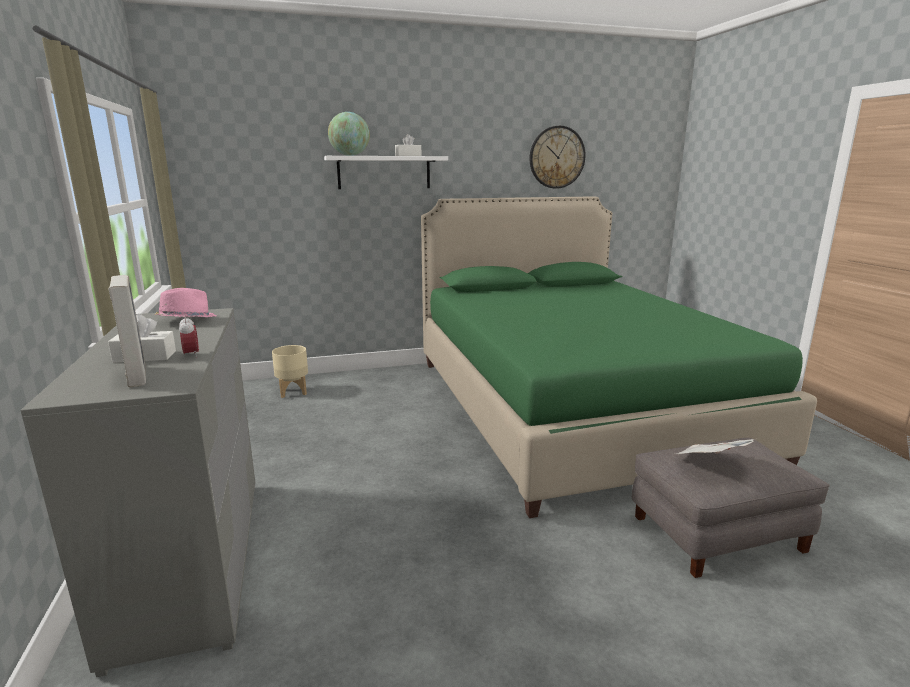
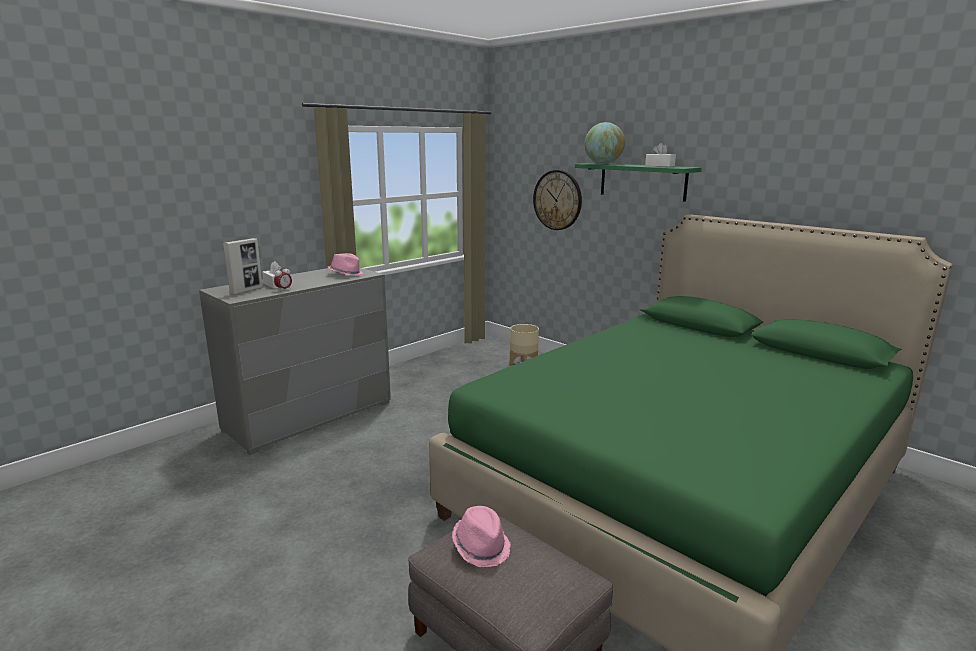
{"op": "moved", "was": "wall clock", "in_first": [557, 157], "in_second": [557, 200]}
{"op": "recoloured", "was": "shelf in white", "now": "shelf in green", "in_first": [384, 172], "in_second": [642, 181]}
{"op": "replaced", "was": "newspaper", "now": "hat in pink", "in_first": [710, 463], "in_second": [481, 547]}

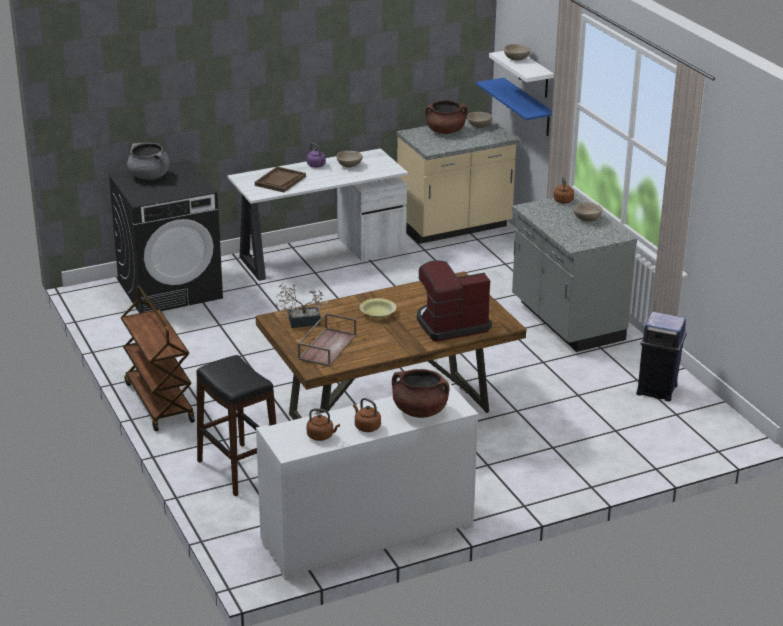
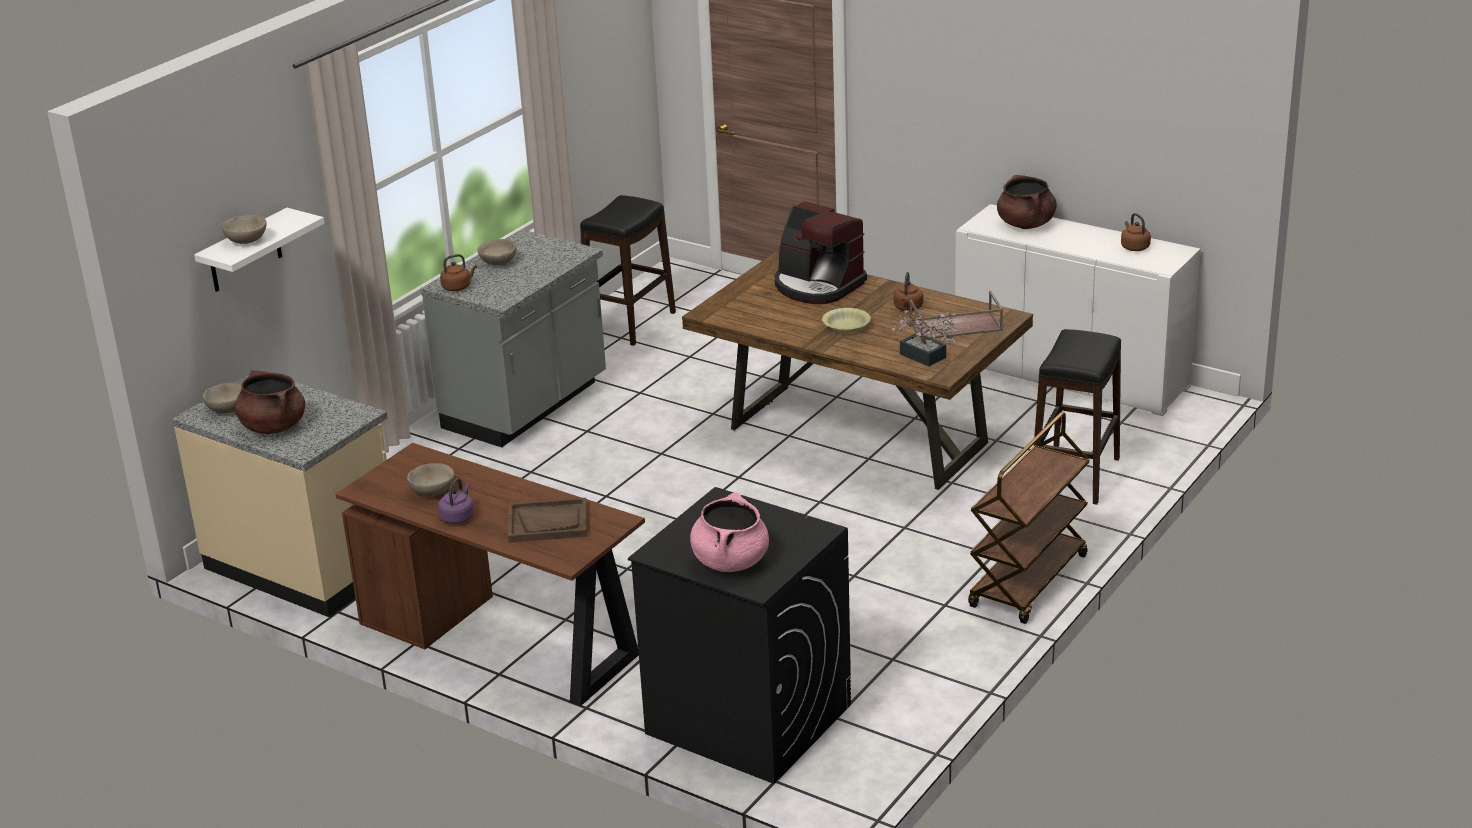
{"op": "removed", "was": "shelf in blue", "in_first": [528, 107]}
{"op": "recoloured", "was": "cooking pot in grey", "now": "cooking pot in pink", "in_first": [149, 176], "in_second": [730, 561]}
{"op": "recoloured", "was": "desk in white", "now": "desk in brown", "in_first": [319, 254], "in_second": [502, 640]}
{"op": "replaced", "was": "trash can in blue", "now": "stool in black", "in_first": [657, 390], "in_second": [630, 323]}
{"op": "moved", "was": "kettle in brown", "in_first": [366, 427], "in_second": [908, 308]}

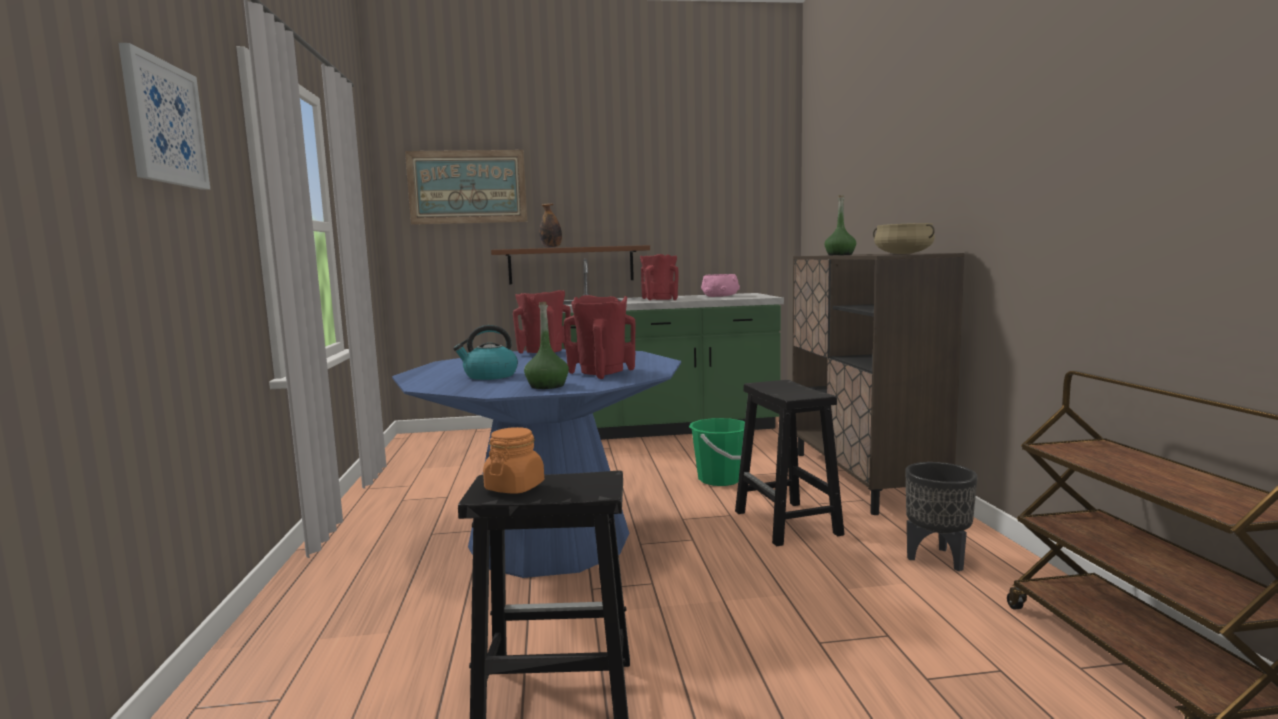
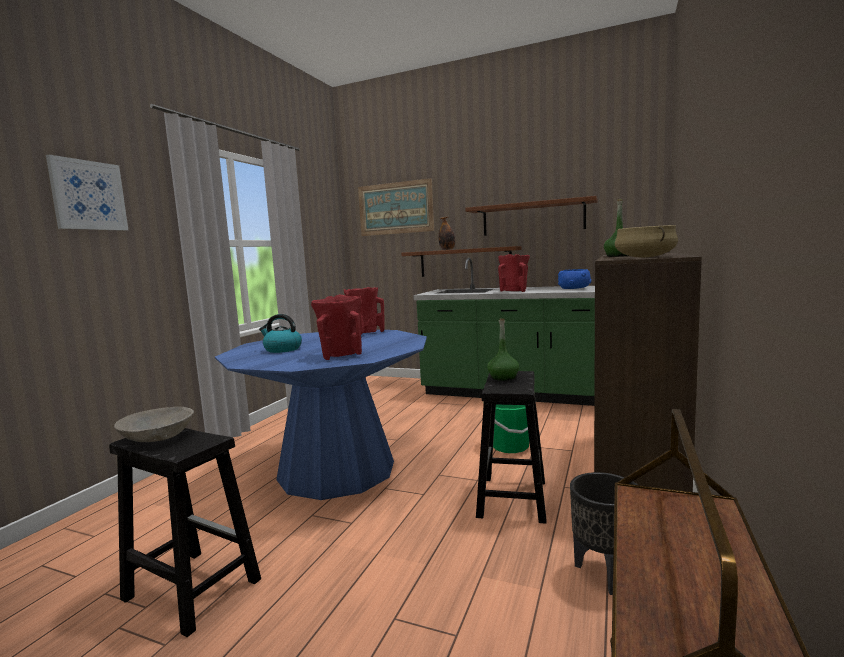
{"op": "recoloured", "was": "bowl in pink", "now": "bowl in blue", "in_first": [720, 296], "in_second": [574, 288]}
{"op": "moved", "was": "bottle in green", "in_first": [547, 386], "in_second": [503, 377]}
{"op": "replaced", "was": "jar in orange", "now": "bowl in grey", "in_first": [515, 487], "in_second": [157, 437]}
{"op": "added", "now": "shelf in brown", "in_second": [532, 218]}

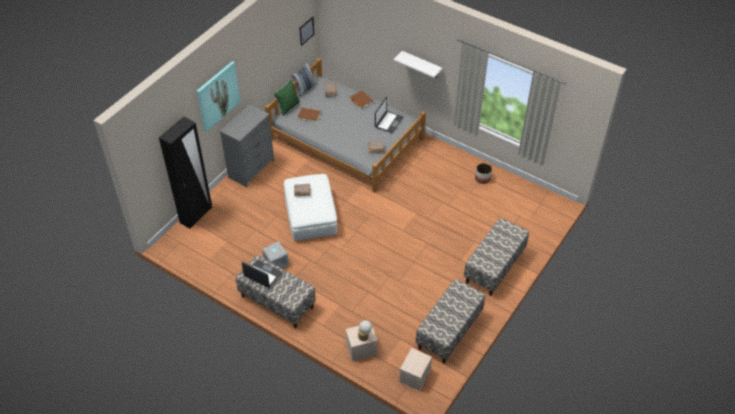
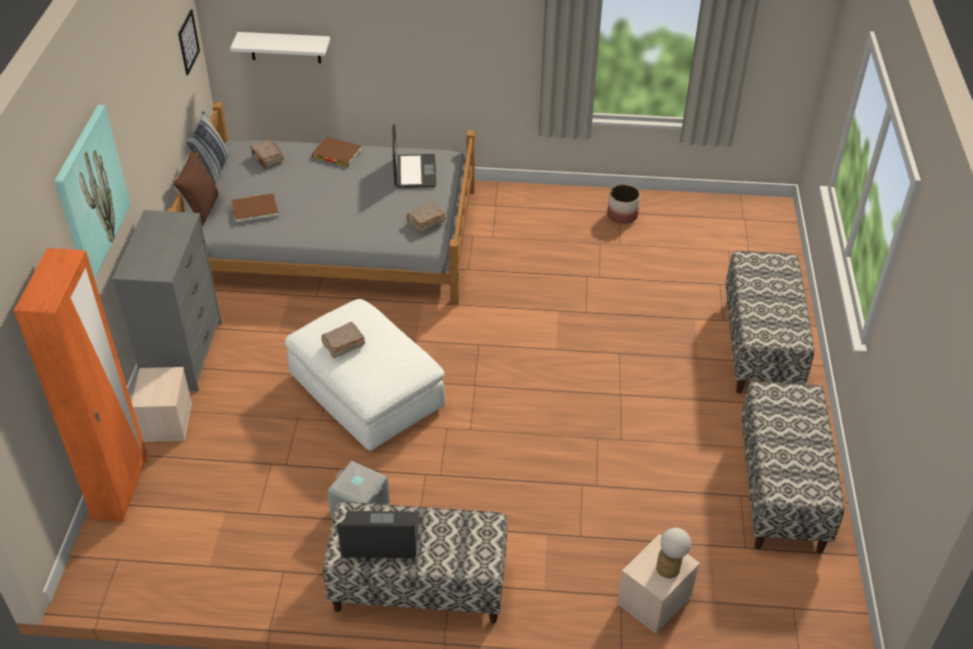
{"op": "moved", "was": "shelf in white", "in_first": [421, 65], "in_second": [285, 47]}
{"op": "recoloured", "was": "pillow in green", "now": "pillow in brown", "in_first": [287, 107], "in_second": [200, 210]}
{"op": "recoloured", "was": "wardrobe in black", "now": "wardrobe in orange", "in_first": [196, 215], "in_second": [121, 488]}
{"op": "moved", "was": "storage box in beige", "in_first": [414, 375], "in_second": [166, 420]}

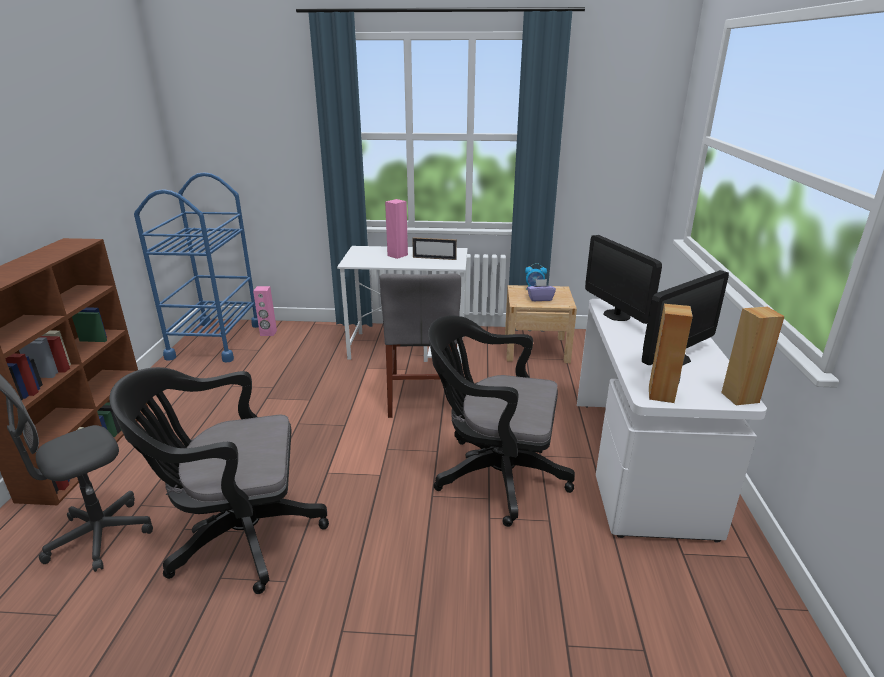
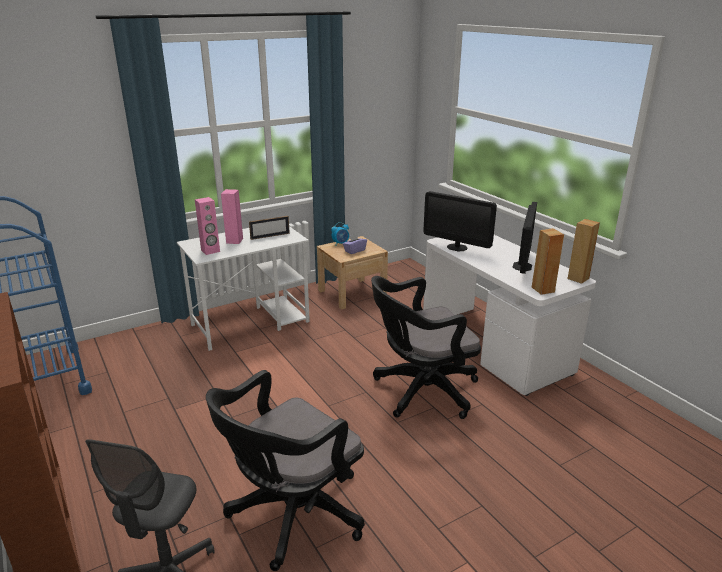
{"op": "removed", "was": "chair in grey", "in_first": [422, 396]}
{"op": "moved", "was": "speaker in pink", "in_first": [268, 333], "in_second": [210, 251]}

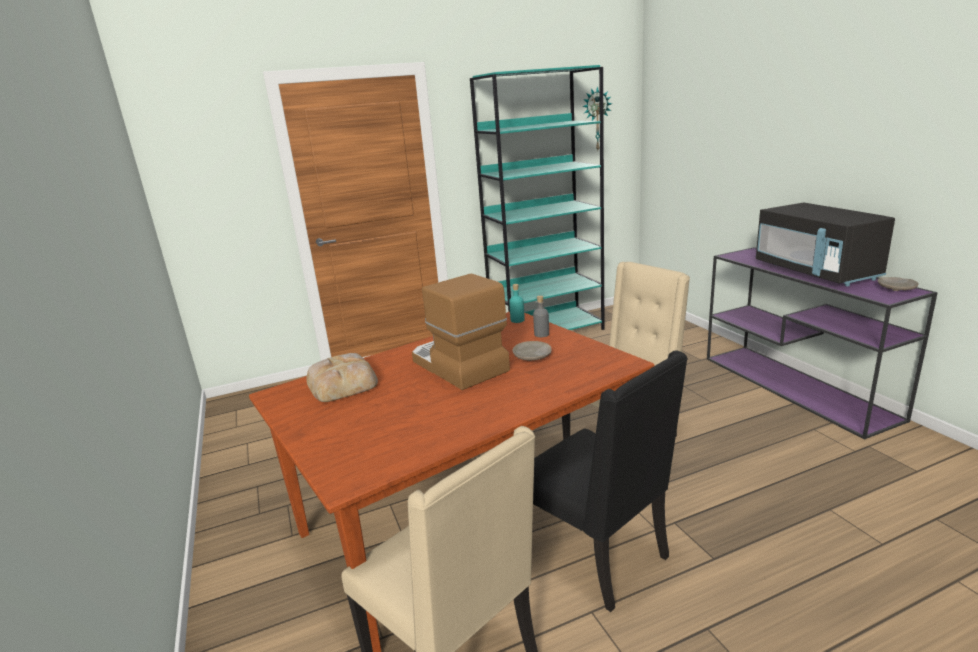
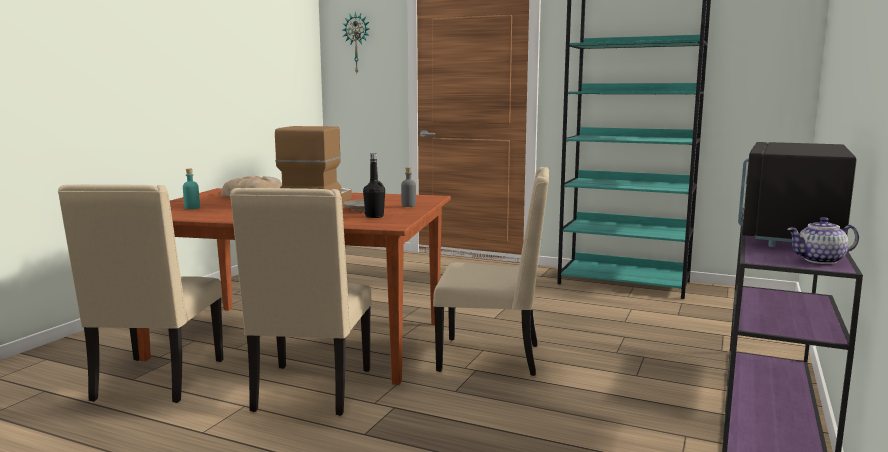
{"op": "moved", "was": "wall clock", "in_first": [596, 119], "in_second": [357, 43]}
{"op": "replaced", "was": "plate in beige", "now": "teapot", "in_first": [896, 288], "in_second": [820, 260]}
{"op": "moved", "was": "bottle in turquoise", "in_first": [517, 320], "in_second": [192, 208]}
{"op": "recoloured", "was": "chair in black", "now": "chair in beige", "in_first": [597, 556], "in_second": [311, 391]}
{"op": "added", "now": "bottle in black", "in_second": [374, 216]}

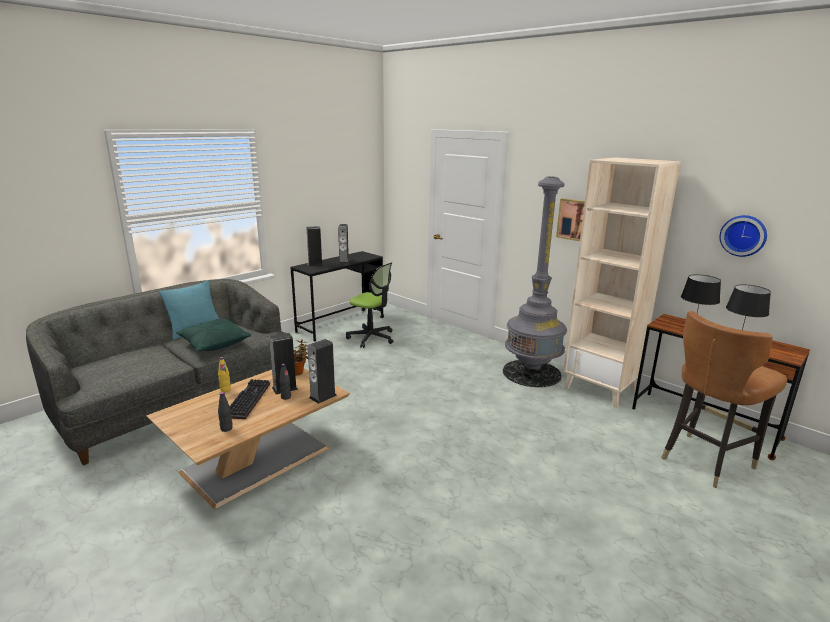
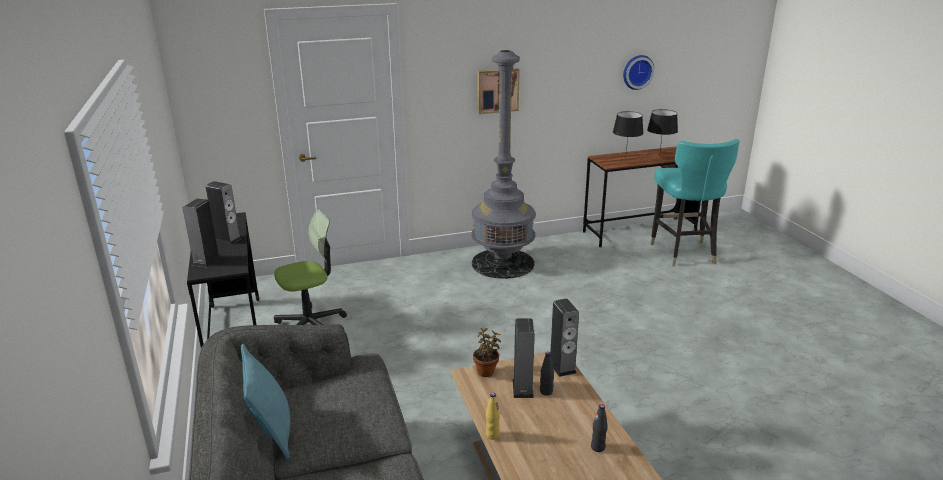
{"op": "removed", "was": "bookcase in beige", "in_first": [600, 389]}
{"op": "recoloured", "was": "chair in brown", "now": "chair in turquoise", "in_first": [705, 460], "in_second": [683, 253]}
{"op": "removed", "was": "pillow in green", "in_first": [214, 344]}
{"op": "removed", "was": "keyboard", "in_first": [247, 399]}

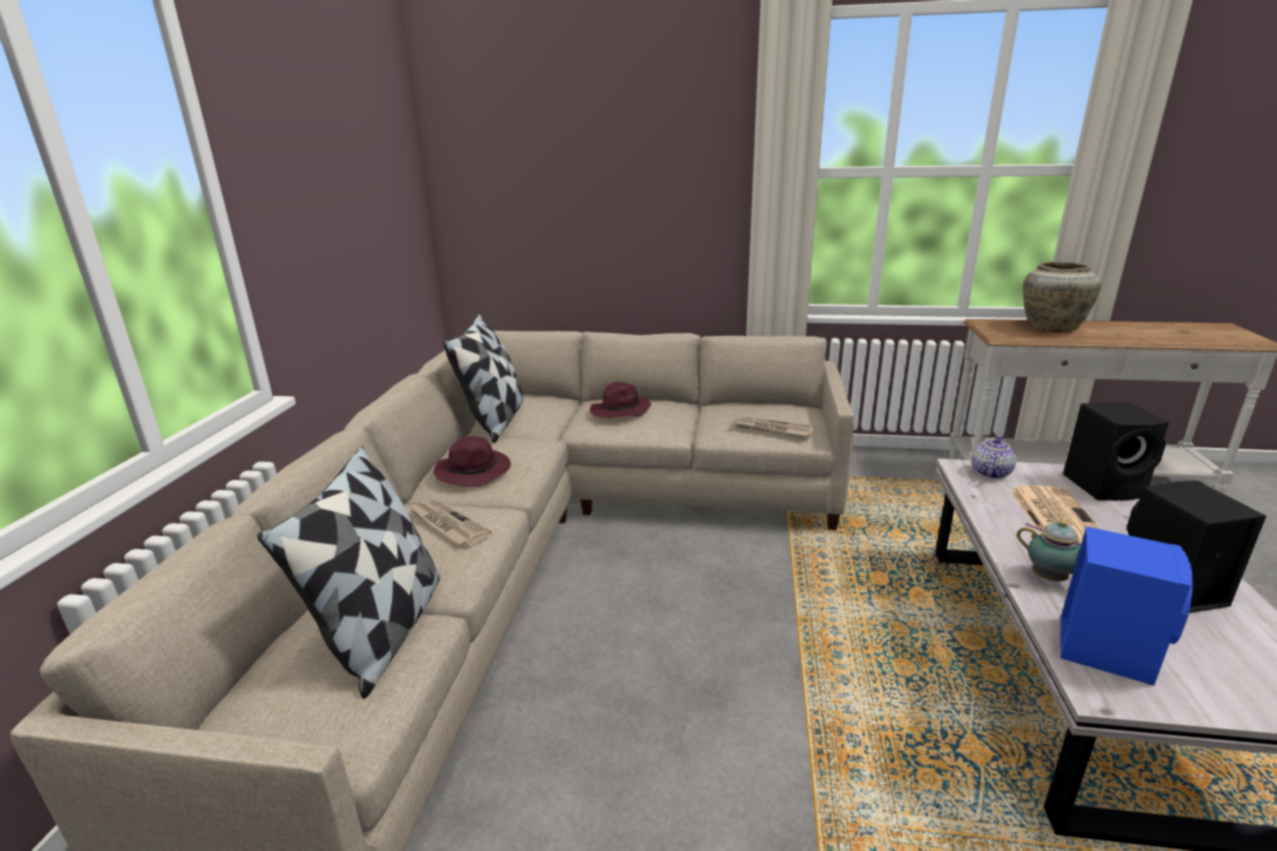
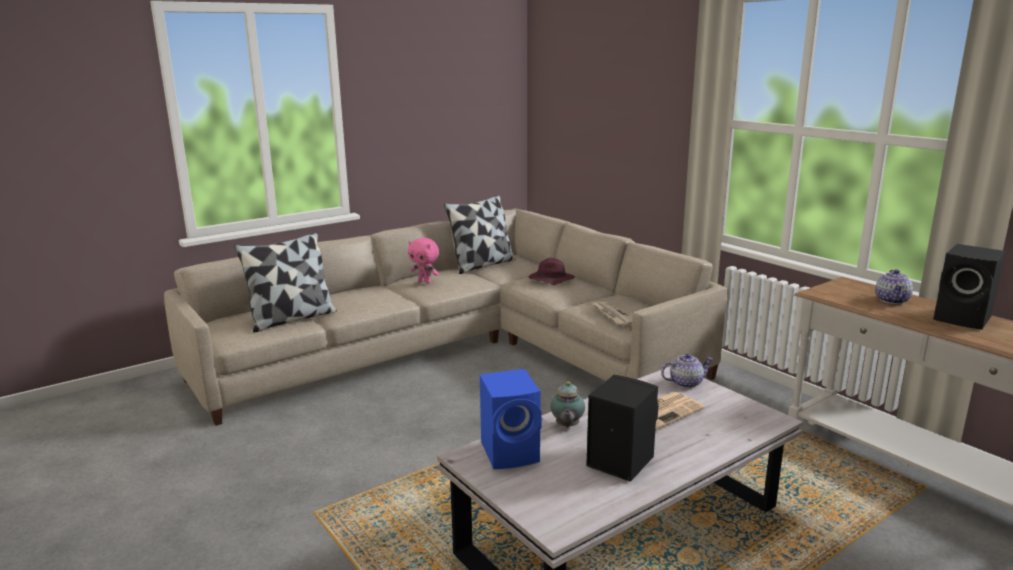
{"op": "replaced", "was": "vase in beige", "now": "teapot", "in_first": [1051, 328], "in_second": [892, 300]}
{"op": "moved", "was": "speaker in black", "in_first": [1105, 486], "in_second": [964, 319]}
{"op": "replaced", "was": "hat in purple", "now": "plush toy in pink", "in_first": [474, 471], "in_second": [425, 282]}
{"op": "removed", "was": "newspaper", "in_first": [447, 524]}

